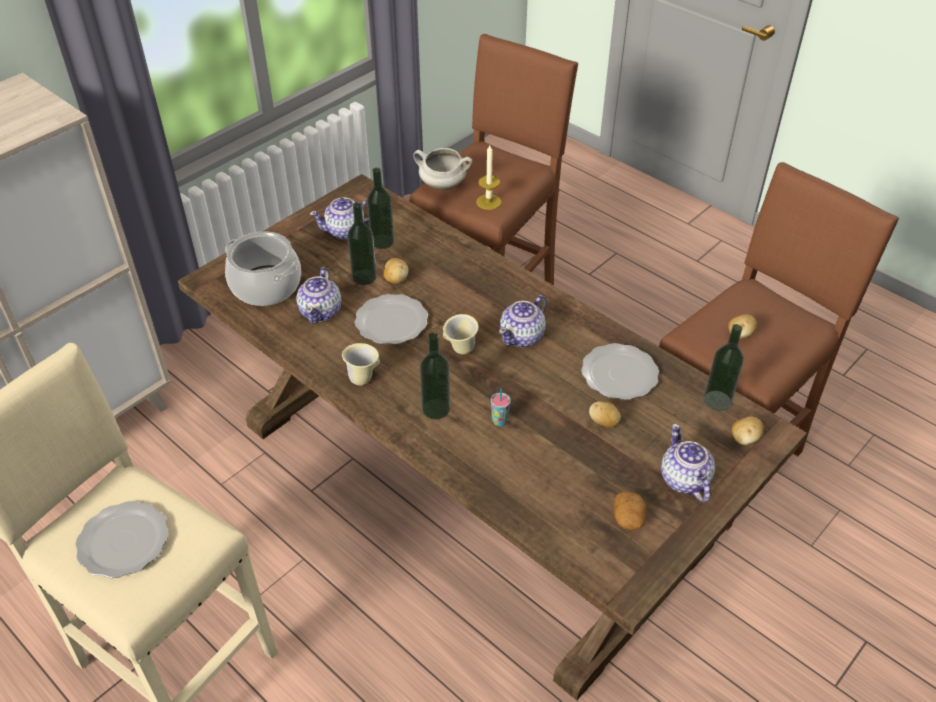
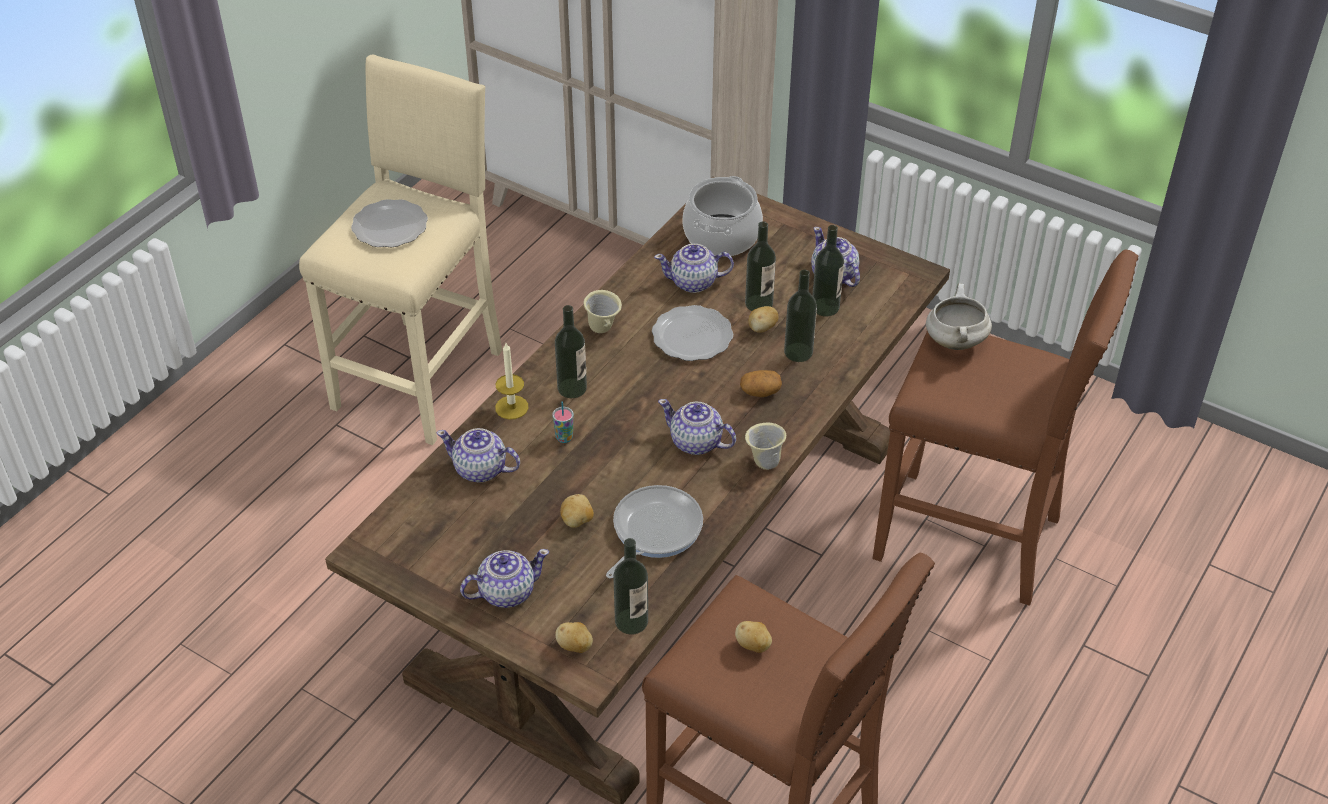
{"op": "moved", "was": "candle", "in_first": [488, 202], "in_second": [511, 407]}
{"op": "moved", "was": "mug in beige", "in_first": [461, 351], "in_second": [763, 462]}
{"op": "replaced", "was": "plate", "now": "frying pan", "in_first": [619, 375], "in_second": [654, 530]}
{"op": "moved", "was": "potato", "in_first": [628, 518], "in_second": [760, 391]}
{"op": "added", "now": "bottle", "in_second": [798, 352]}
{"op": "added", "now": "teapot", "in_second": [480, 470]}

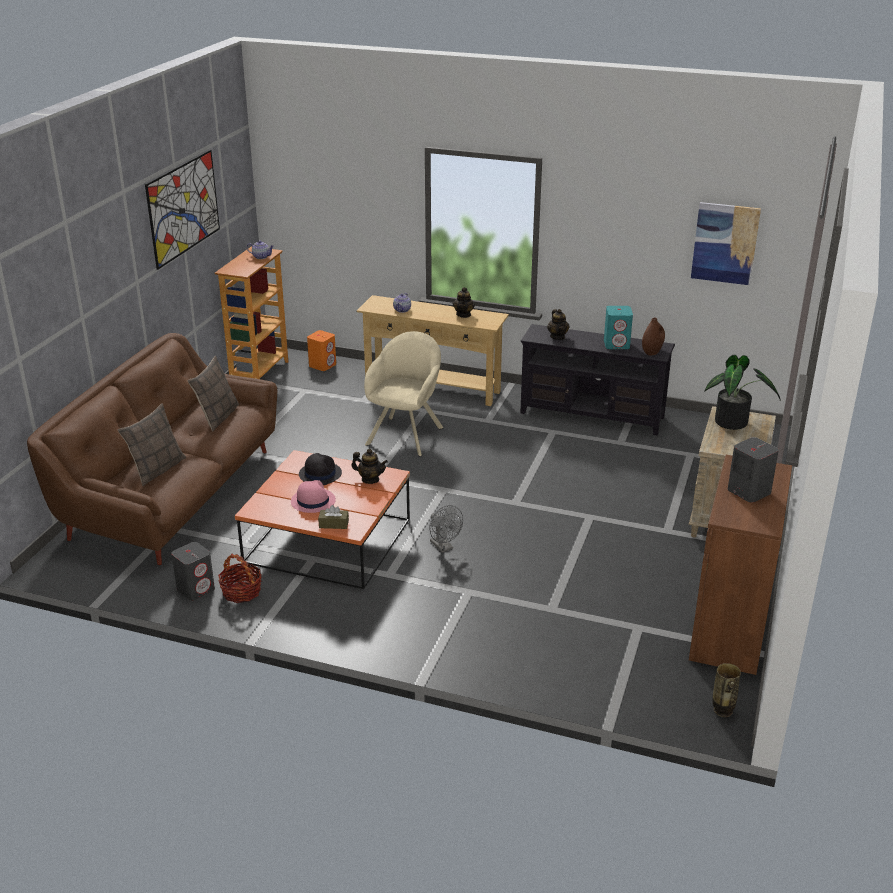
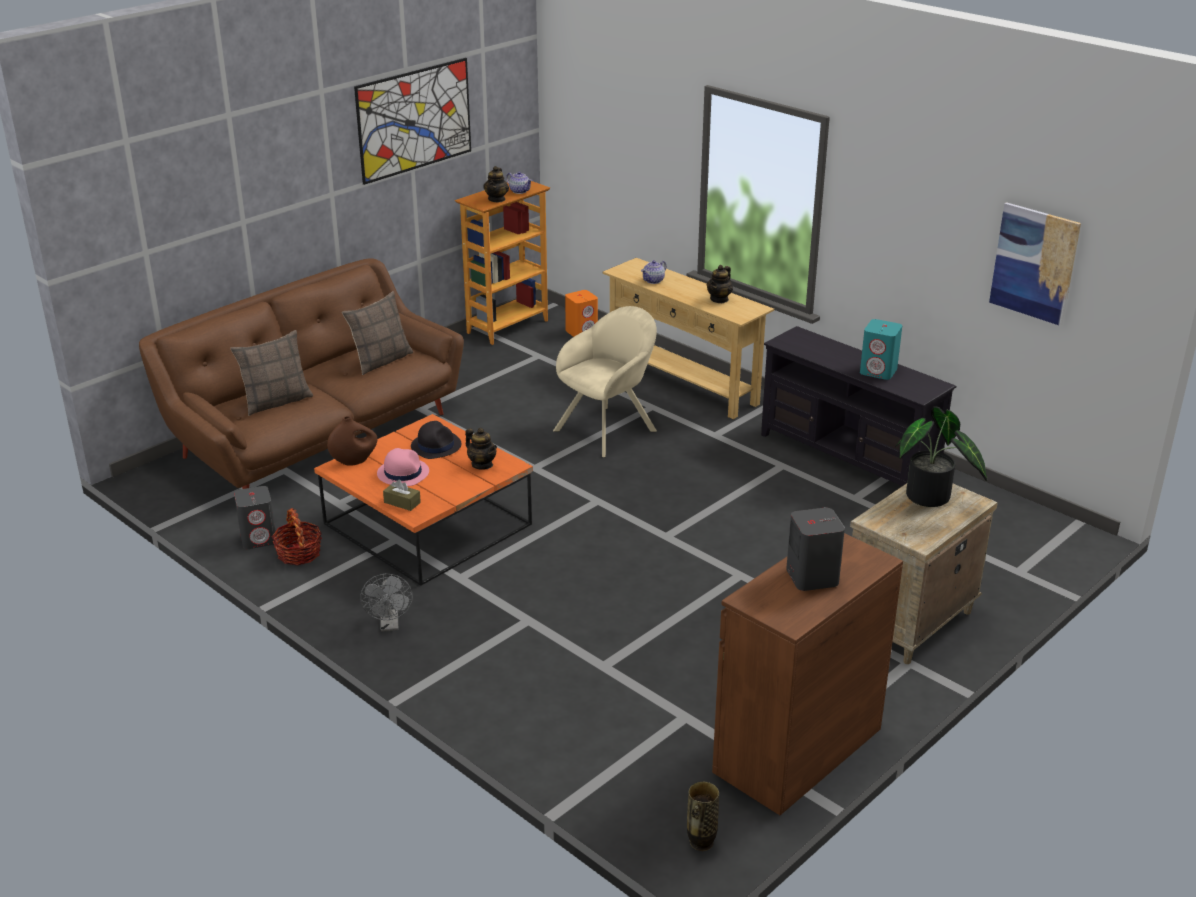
{"op": "moved", "was": "teapot", "in_first": [557, 337], "in_second": [497, 199]}
{"op": "moved", "was": "vase in brown", "in_first": [652, 352], "in_second": [354, 461]}
{"op": "moved", "was": "fan in grey", "in_first": [444, 547], "in_second": [390, 625]}

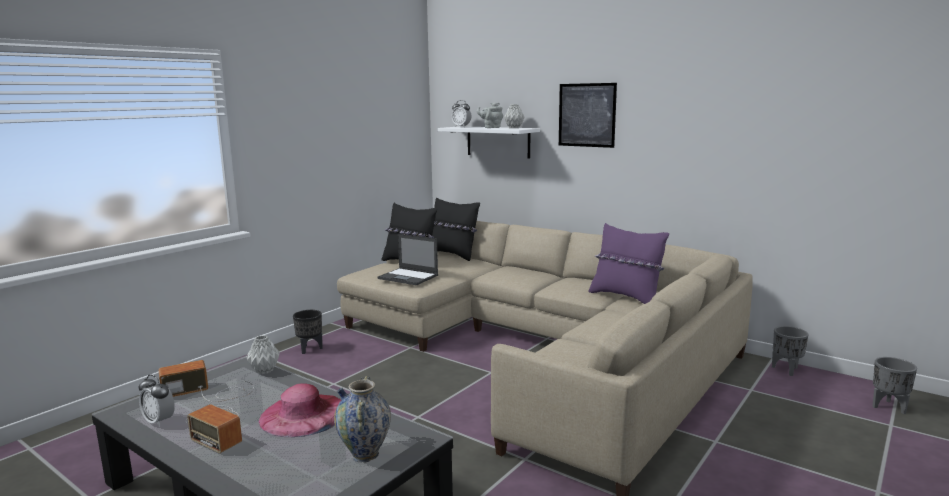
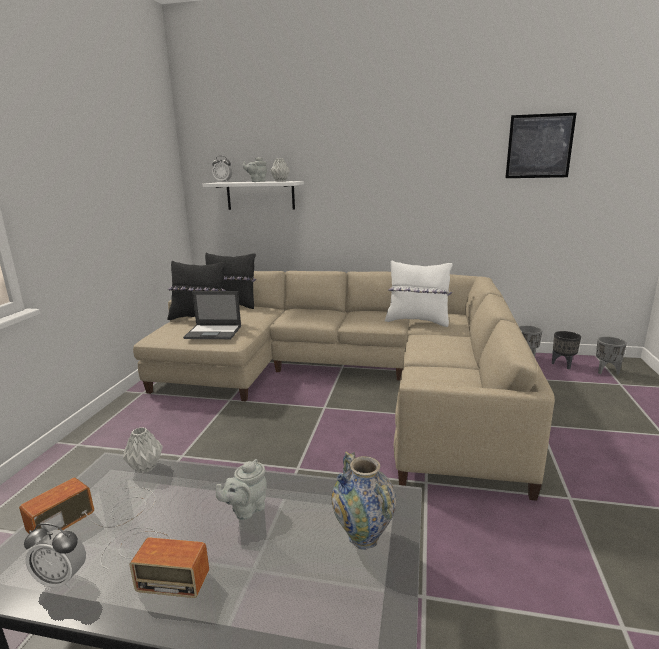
{"op": "moved", "was": "picture", "in_first": [586, 115], "in_second": [539, 146]}
{"op": "recoloured", "was": "pillow in purple", "now": "pillow in white", "in_first": [626, 297], "in_second": [417, 321]}
{"op": "moved", "was": "planter in black", "in_first": [310, 349], "in_second": [563, 365]}
{"op": "replaced", "was": "hat in pink", "now": "teapot in grey", "in_first": [303, 414], "in_second": [246, 509]}

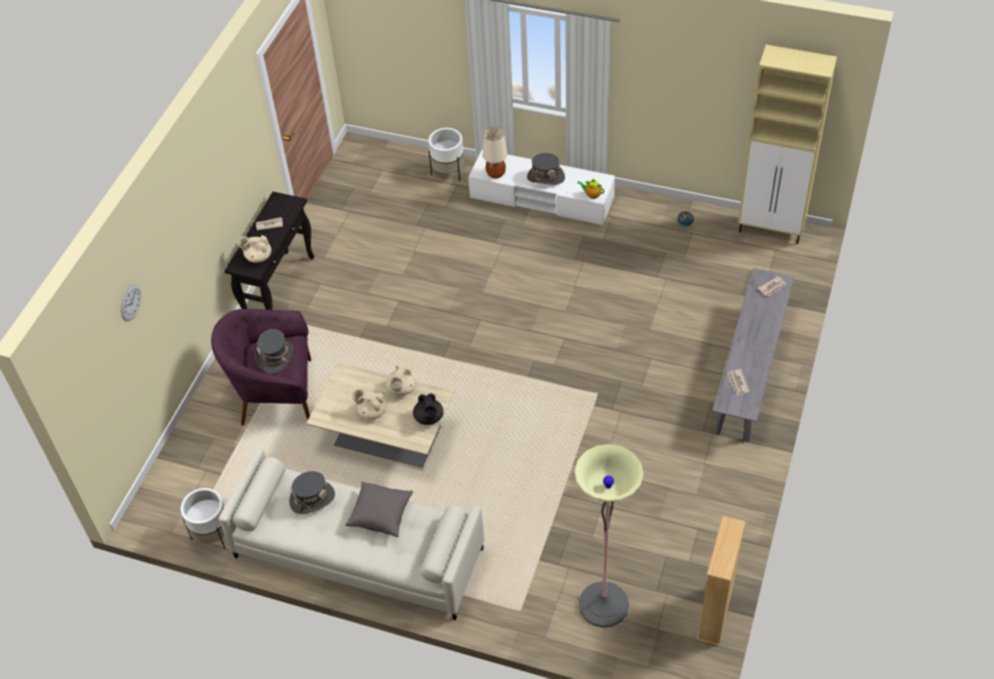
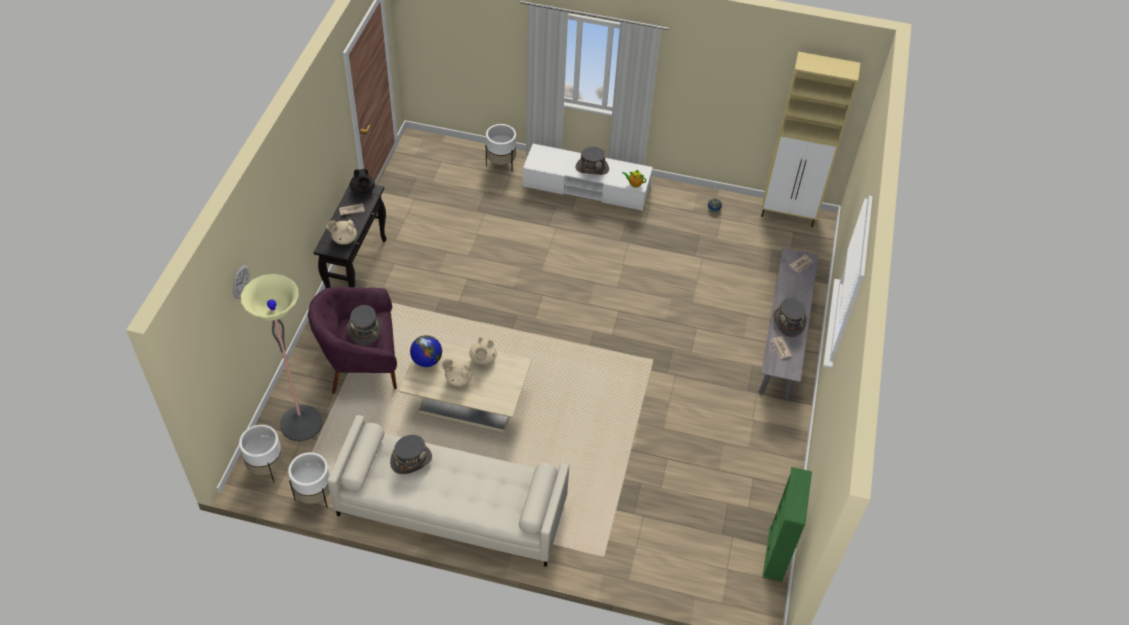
{"op": "removed", "was": "table lamp in beige", "in_first": [495, 174]}
{"op": "moved", "was": "teapot in black", "in_first": [429, 418], "in_second": [363, 190]}
{"op": "moved", "was": "floor lamp", "in_first": [603, 604], "in_second": [301, 423]}
{"op": "removed", "was": "pillow in grey", "in_first": [381, 514]}
{"op": "recoloured", "was": "bookcase in beige", "now": "bookcase in green", "in_first": [715, 614], "in_second": [776, 554]}
{"op": "added", "now": "hat in grey", "in_second": [788, 322]}
{"op": "added", "now": "globe", "in_second": [427, 360]}
{"op": "added", "now": "planter in white", "in_second": [266, 467]}

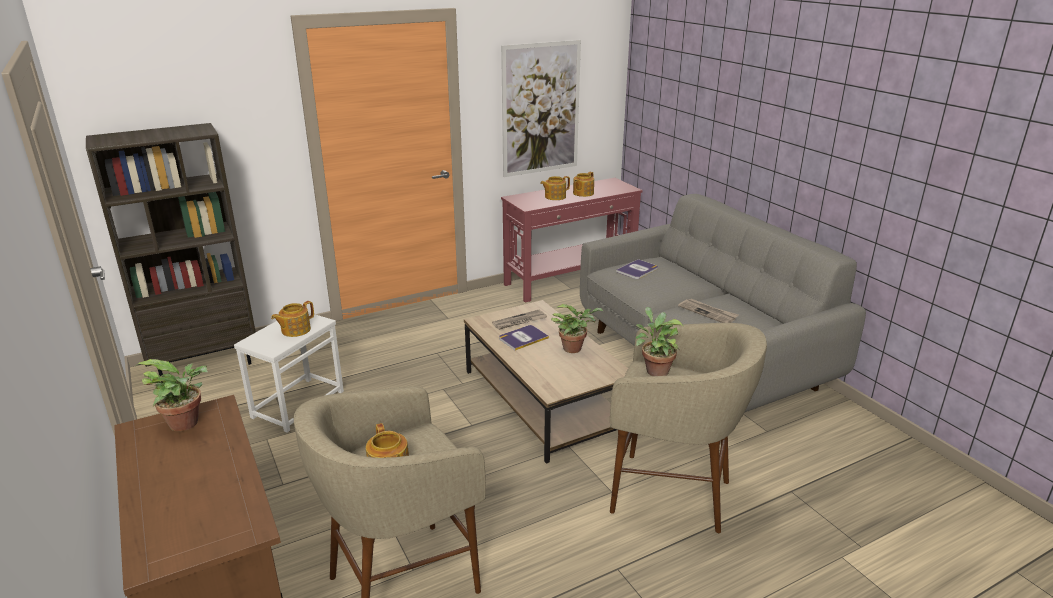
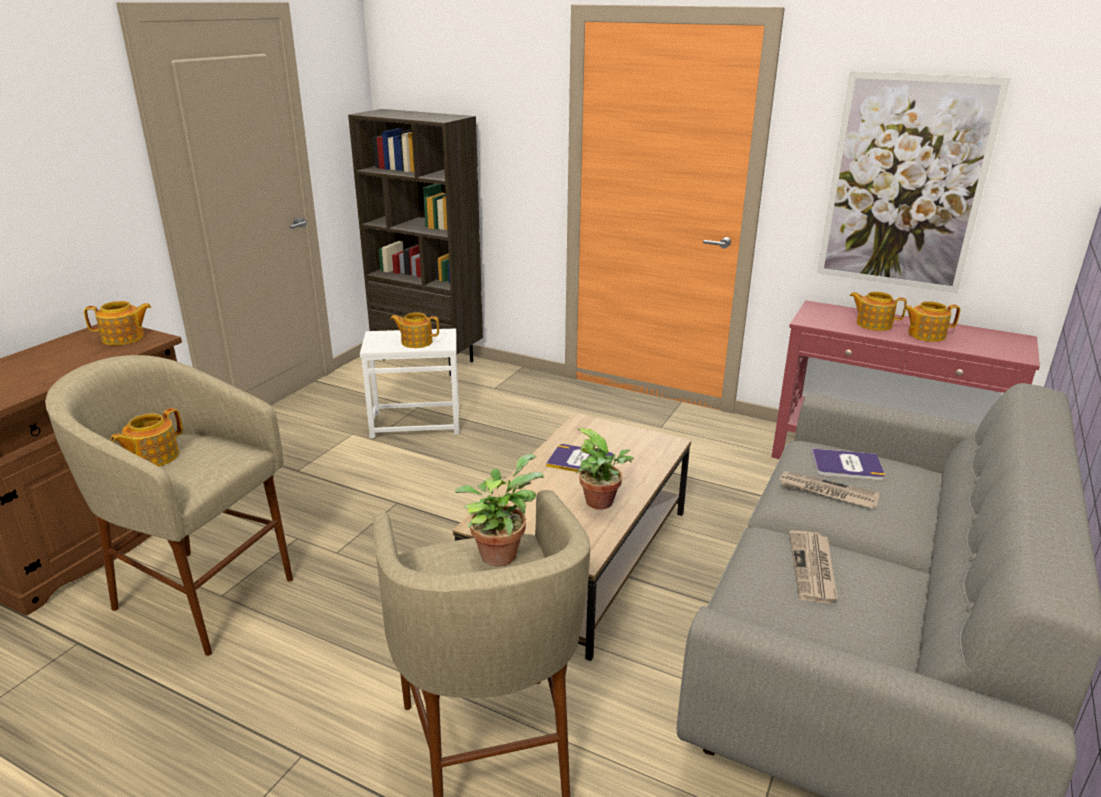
{"op": "moved", "was": "newspaper", "in_first": [519, 322], "in_second": [827, 492]}
{"op": "replaced", "was": "potted plant", "now": "teapot", "in_first": [188, 423], "in_second": [124, 338]}

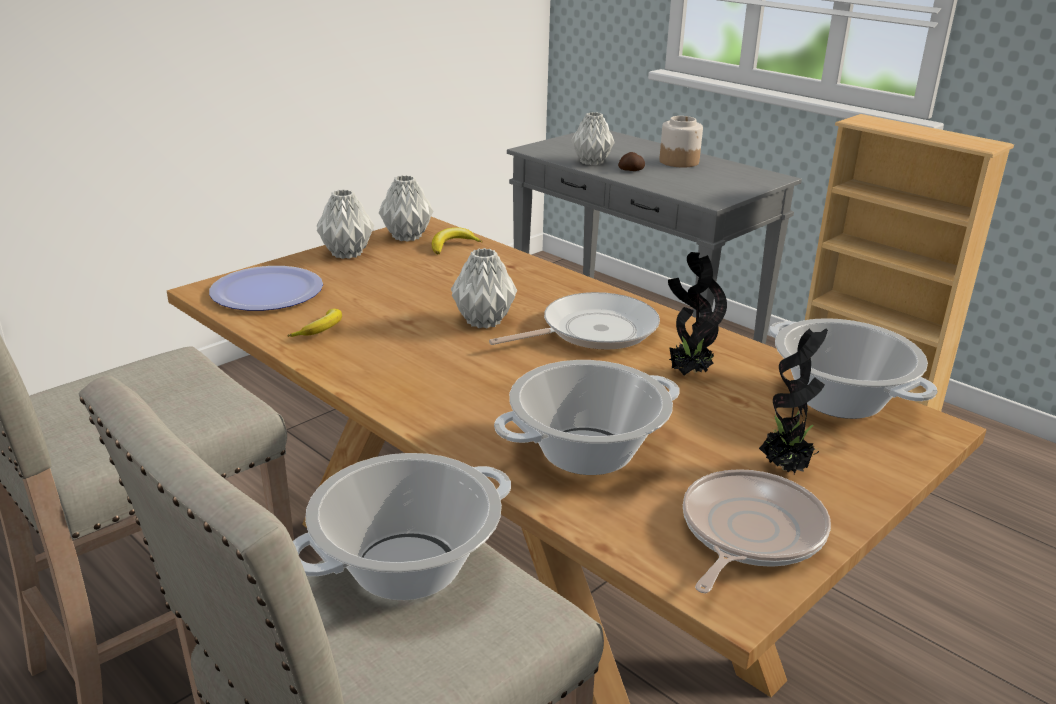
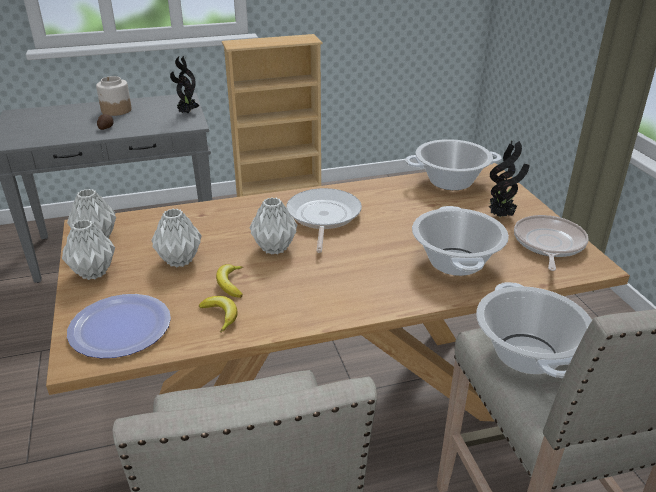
{"op": "moved", "was": "vase in grey", "in_first": [590, 162], "in_second": [179, 261]}
{"op": "moved", "was": "banana", "in_first": [452, 246], "in_second": [230, 284]}
{"op": "moved", "was": "potted plant", "in_first": [687, 373], "in_second": [187, 113]}
{"op": "turned", "was": "frying pan", "in_first": [748, 533], "in_second": [548, 244], "clockwise": 45}

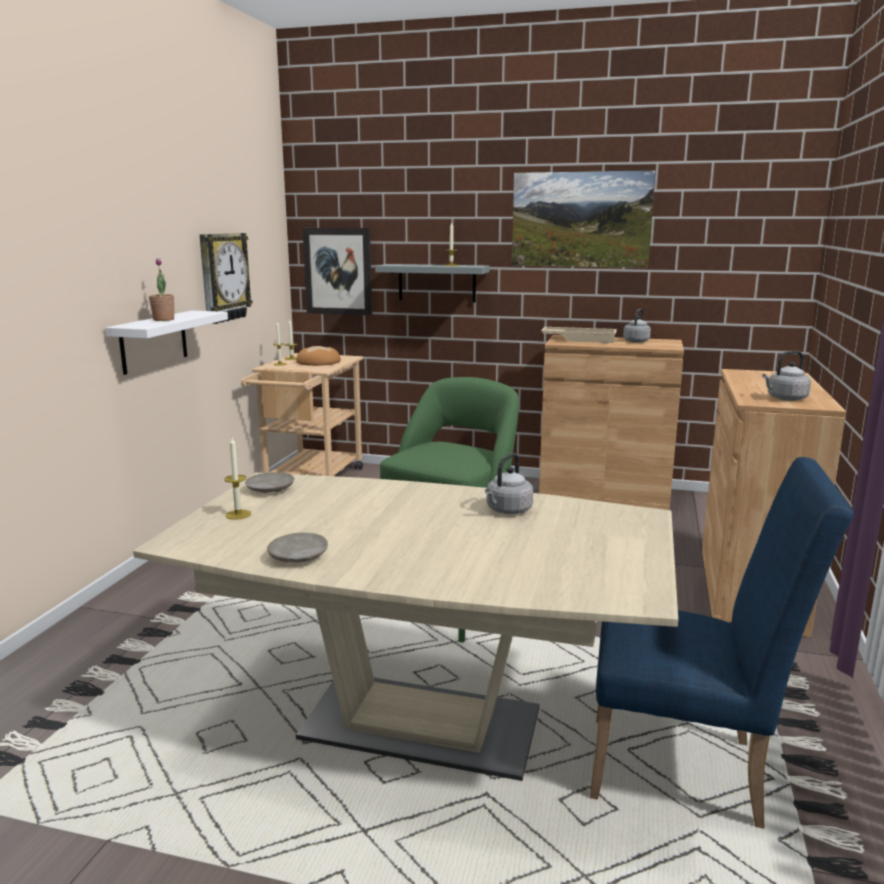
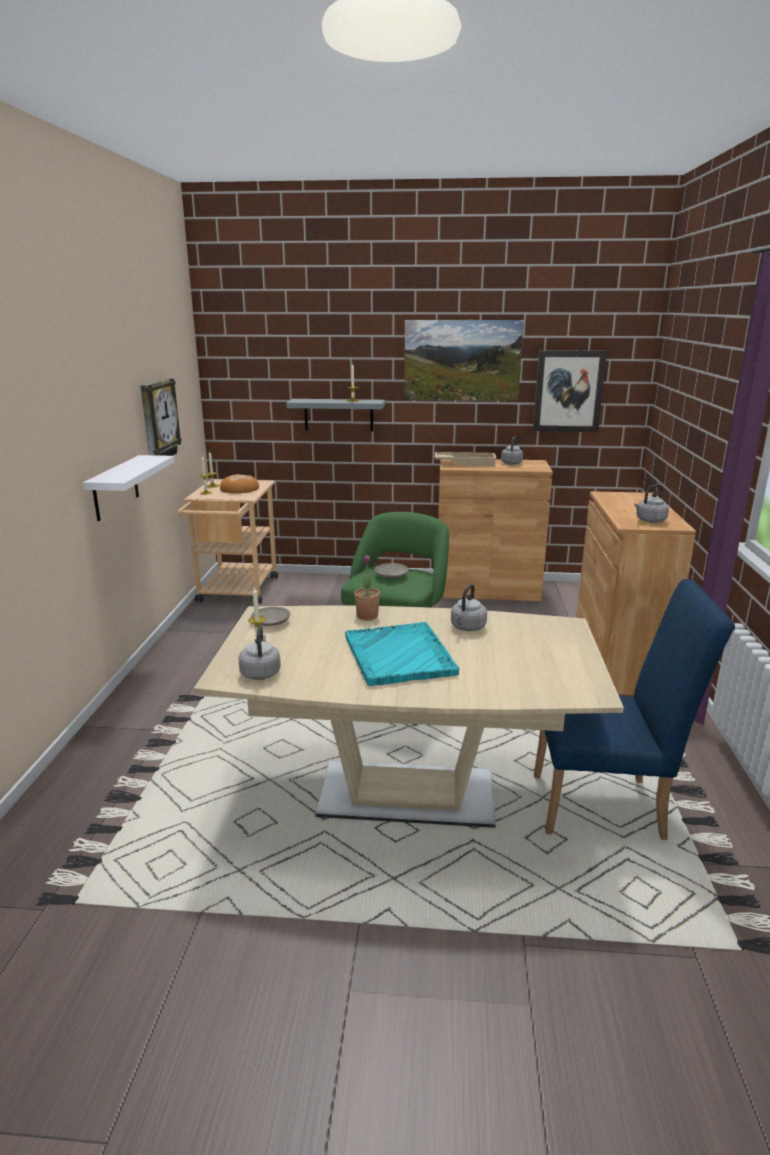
{"op": "moved", "was": "picture", "in_first": [338, 271], "in_second": [568, 391]}
{"op": "moved", "was": "potted plant", "in_first": [163, 319], "in_second": [367, 616]}
{"op": "moved", "was": "plate in beige", "in_first": [298, 557], "in_second": [391, 576]}
{"op": "added", "now": "tray in turquoise", "in_second": [399, 656]}
{"op": "added", "now": "kettle in grey", "in_second": [260, 672]}

